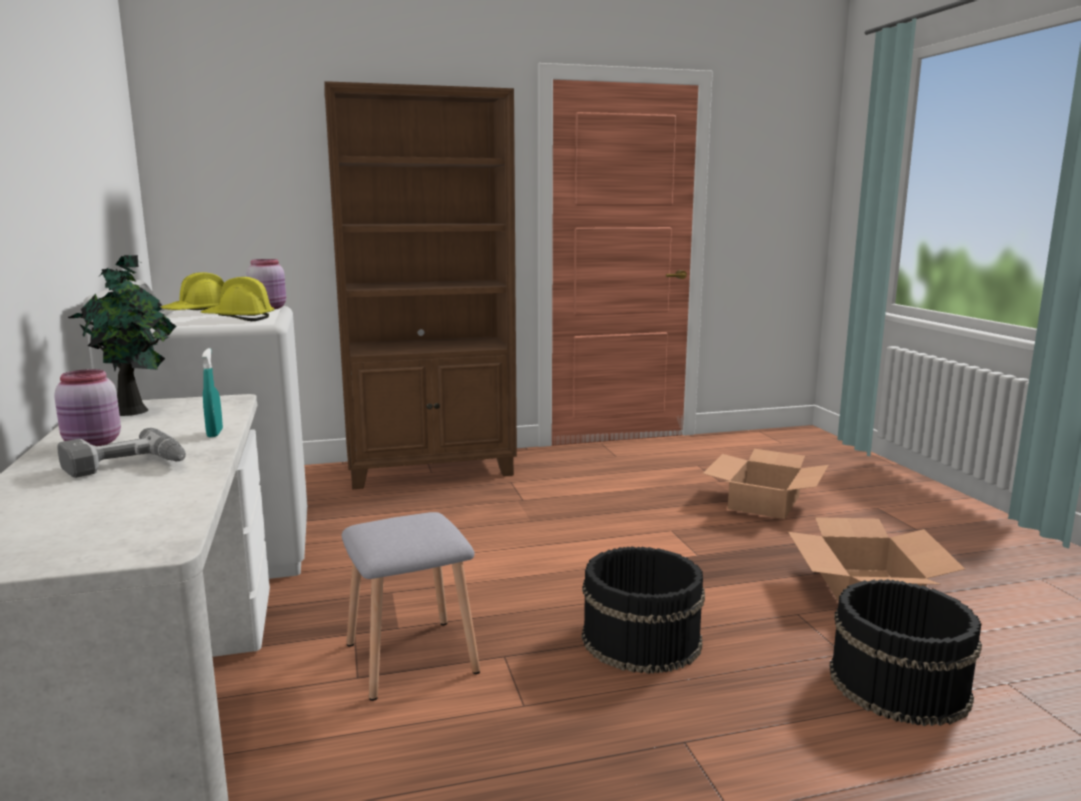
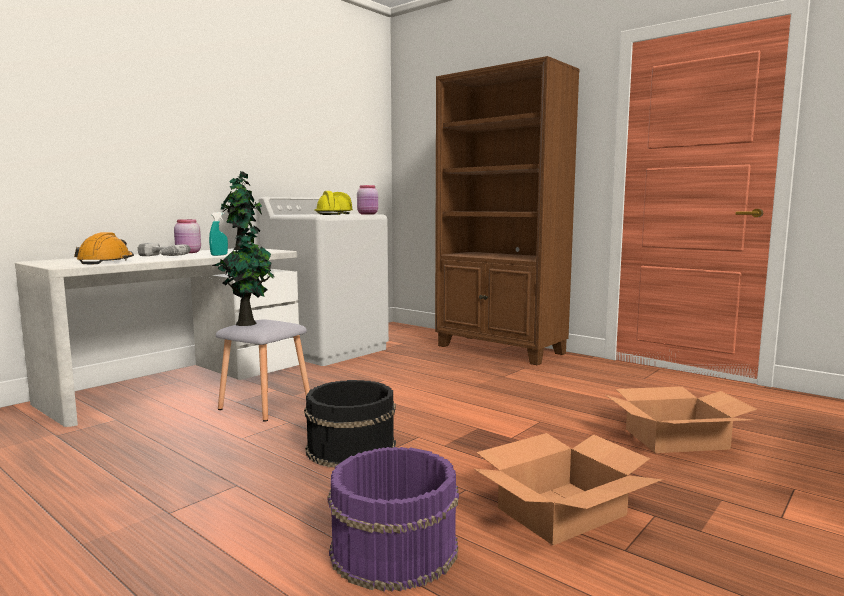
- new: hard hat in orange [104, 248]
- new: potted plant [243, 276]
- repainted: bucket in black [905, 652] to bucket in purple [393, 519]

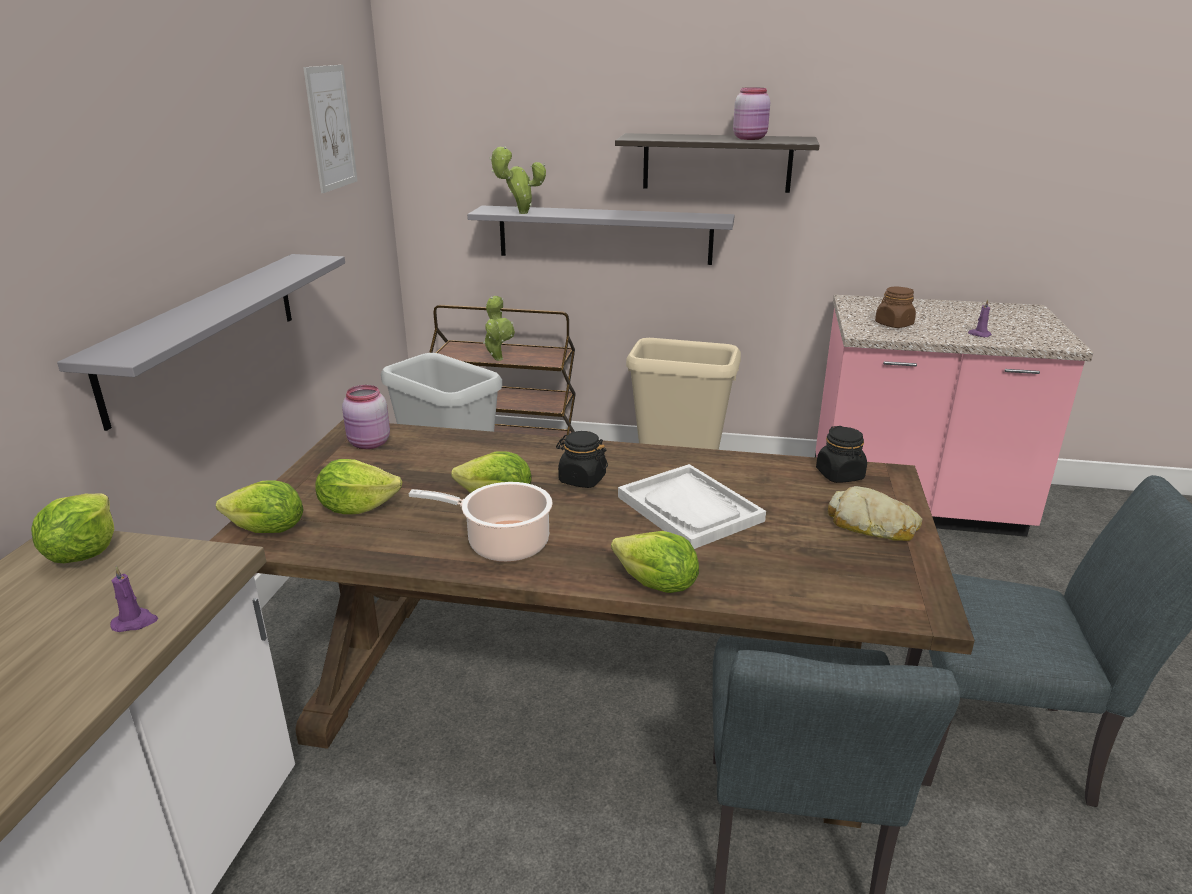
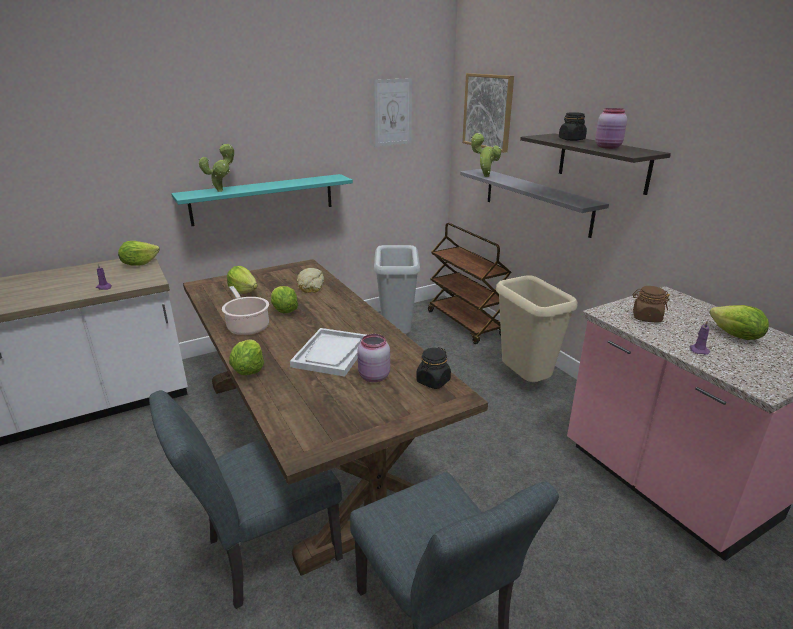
- new: picture [488, 113]
- shifted: lettuce [260, 506] to [739, 322]
- shifted: jar in pink [366, 417] to [373, 358]
- shifted: potted plant [499, 328] to [216, 167]
- shifted: jar in black [582, 459] to [573, 126]
- shifted: bread [875, 513] to [310, 280]
- repainted: shelf in grey [201, 342] to shelf in turquoise [262, 200]

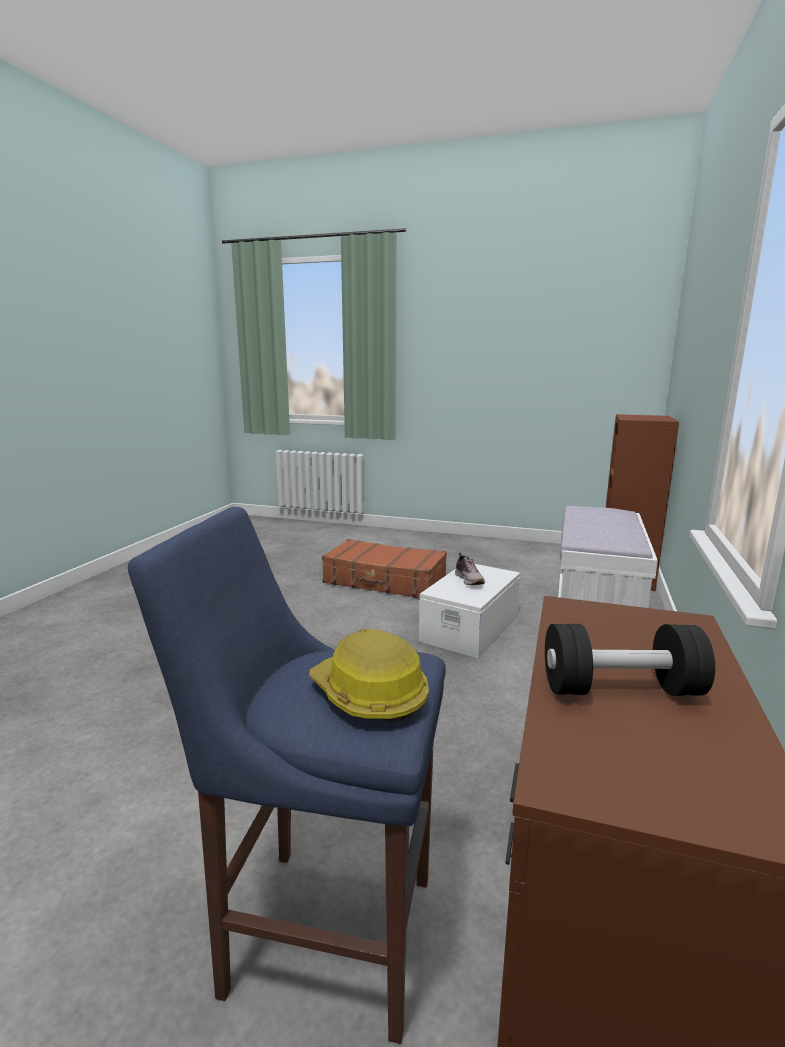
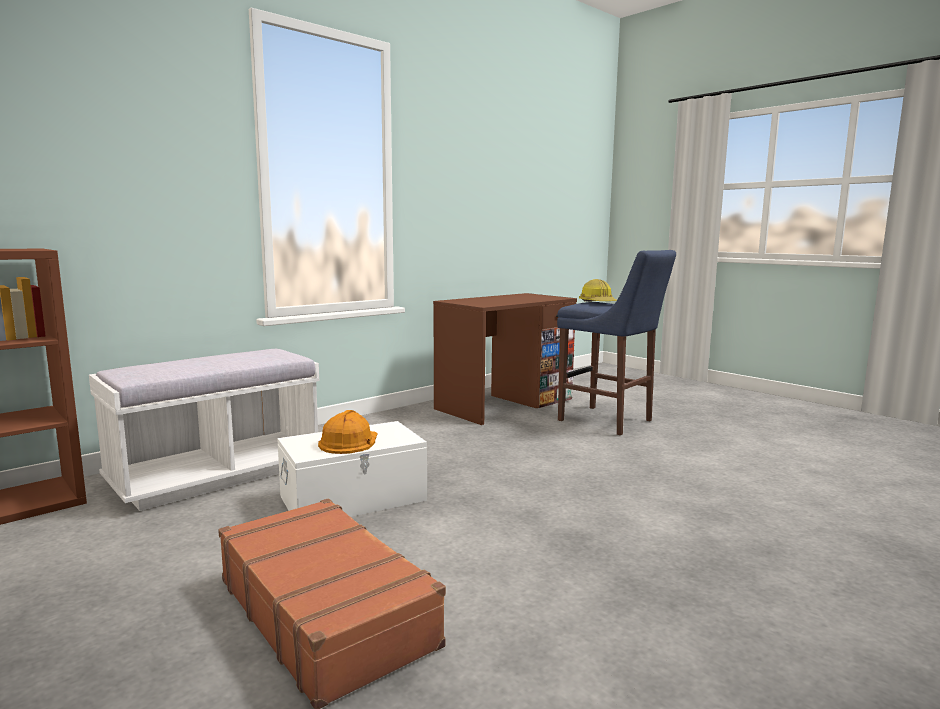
- gone: dumbbell in black [630, 660]
- swapped: shoe [470, 569] to hard hat in orange [348, 432]

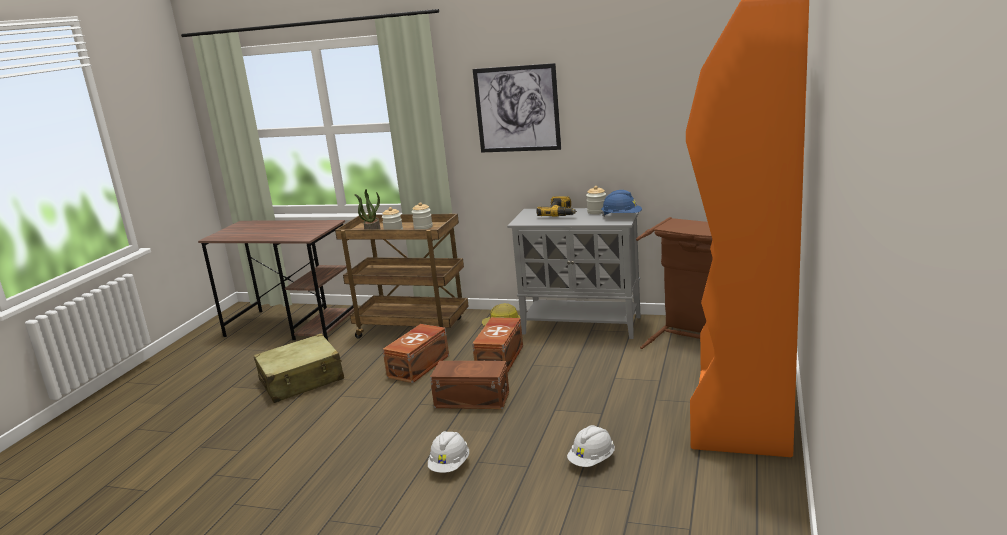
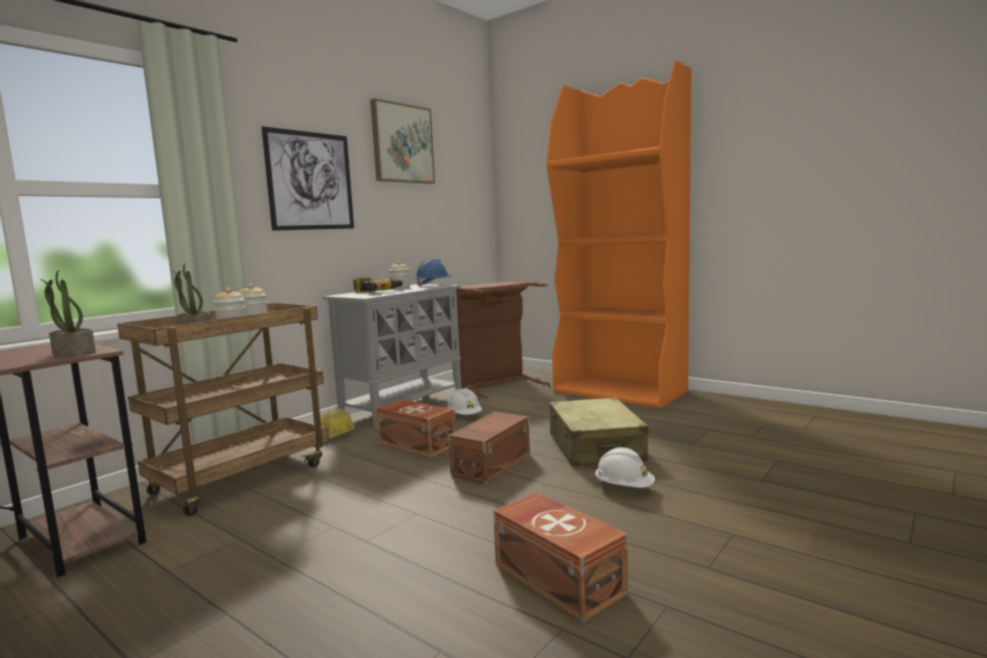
- new: potted plant [68, 313]
- new: picture [402, 141]
- shifted: suitcase in beige [299, 368] to [599, 432]
- shifted: storage box in brown [415, 353] to [560, 557]
- shifted: hard hat in white [591, 446] to [465, 401]

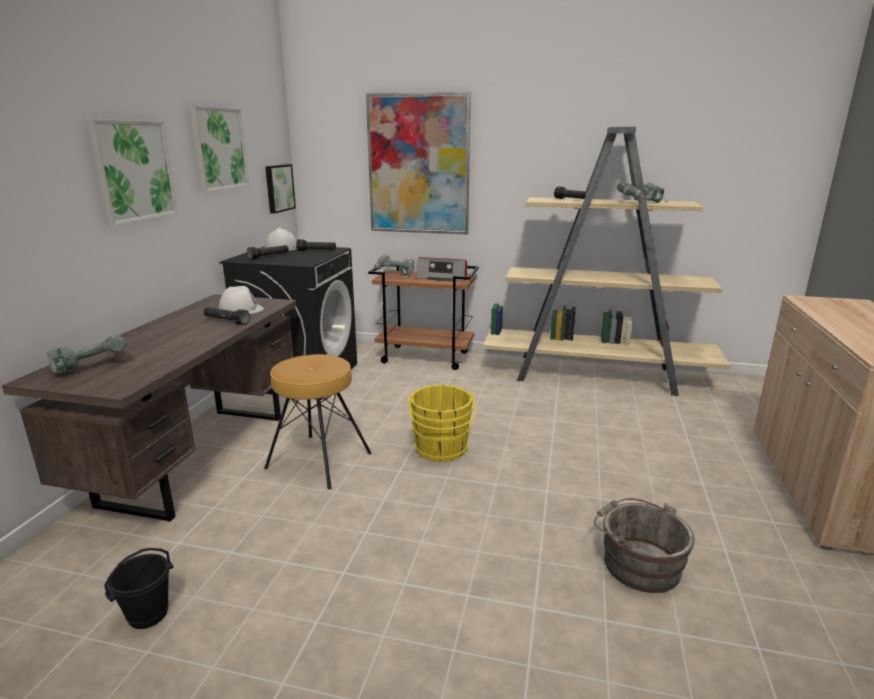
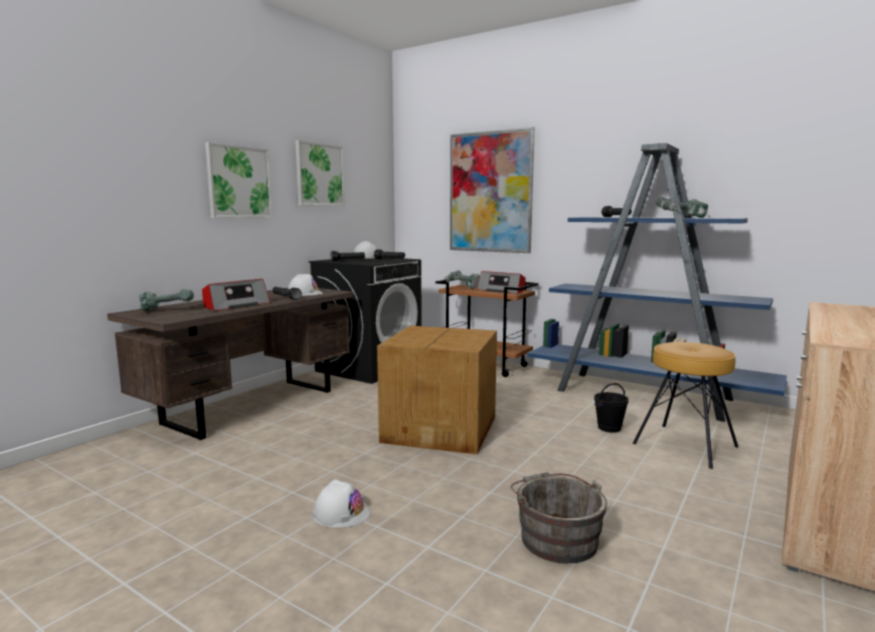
- gone: picture [280, 188]
- new: radio [236, 295]
- new: hard hat in white [341, 503]
- shifted: bucket in black [138, 588] to [611, 408]
- shifted: stool in brown [318, 421] to [685, 405]
- swapped: bucket in yellow [442, 423] to cardboard box [437, 390]
- repainted: bookcase in beige [606, 261] to bookcase in blue [657, 282]

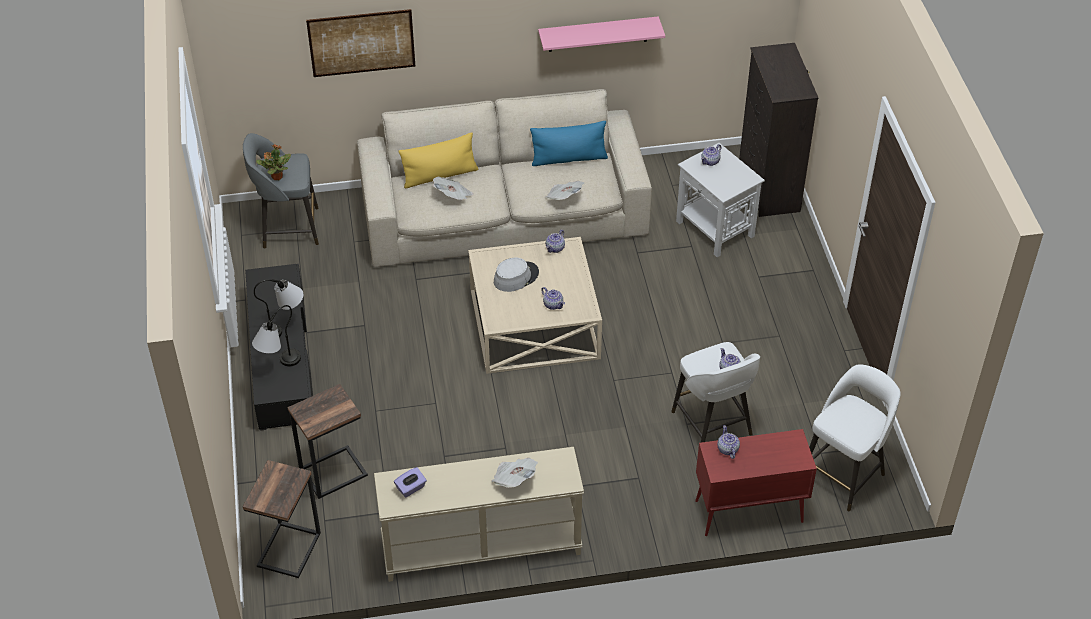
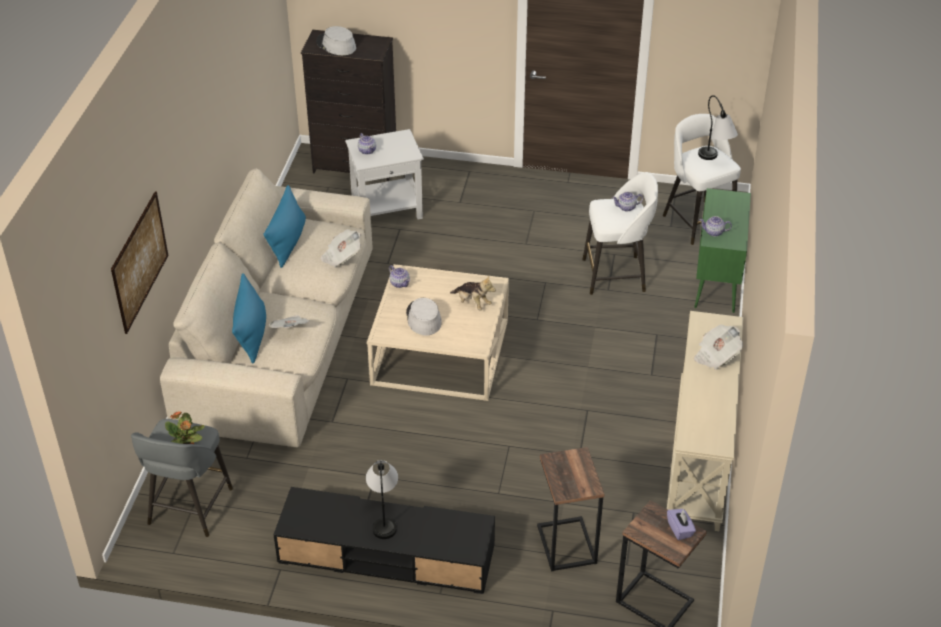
- gone: shelf in pink [601, 34]
- new: hat in grey [336, 40]
- shifted: table lamp [276, 335] to [718, 127]
- shifted: tissue box in purple [410, 482] to [681, 524]
- swapped: teapot [553, 298] to plush toy [473, 293]
- repainted: pillow in yellow [438, 160] to pillow in blue [249, 318]
- repainted: cabinet in red [756, 482] to cabinet in green [722, 250]

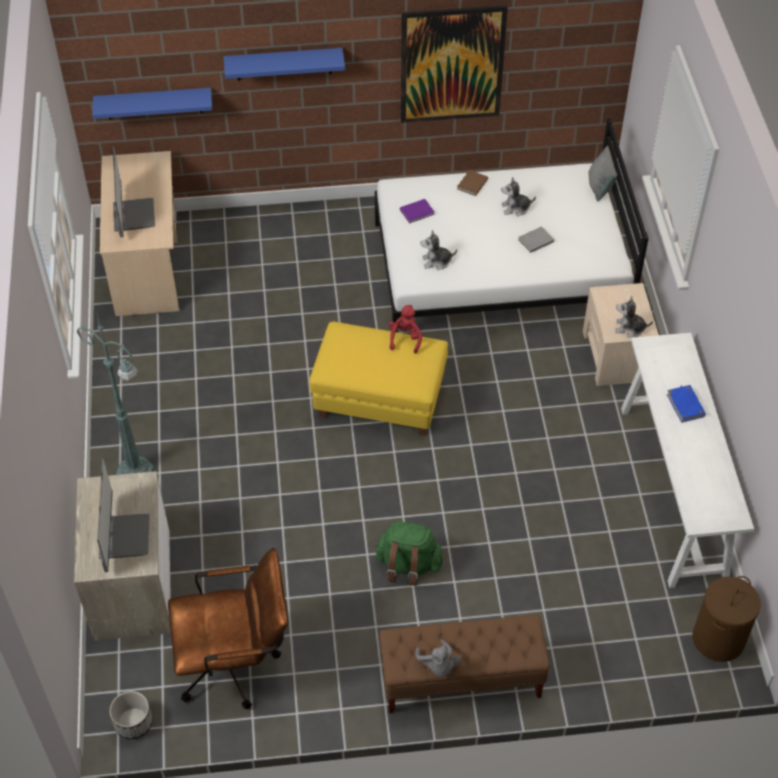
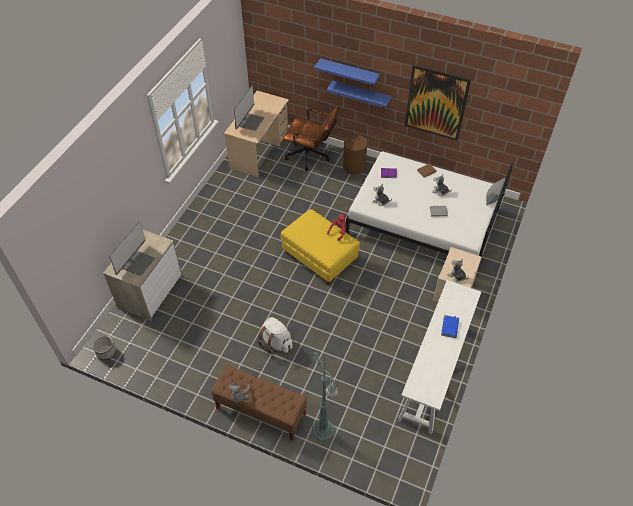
- shifted: floor lamp in green [115, 392] to [325, 396]
- shifted: shelf in blue [152, 103] to [359, 94]
- shifted: office chair in brown [228, 628] to [311, 138]
- shifted: laundry basket in brown [727, 619] to [356, 155]
- repainted: backpack in green [409, 553] to backpack in white [275, 336]

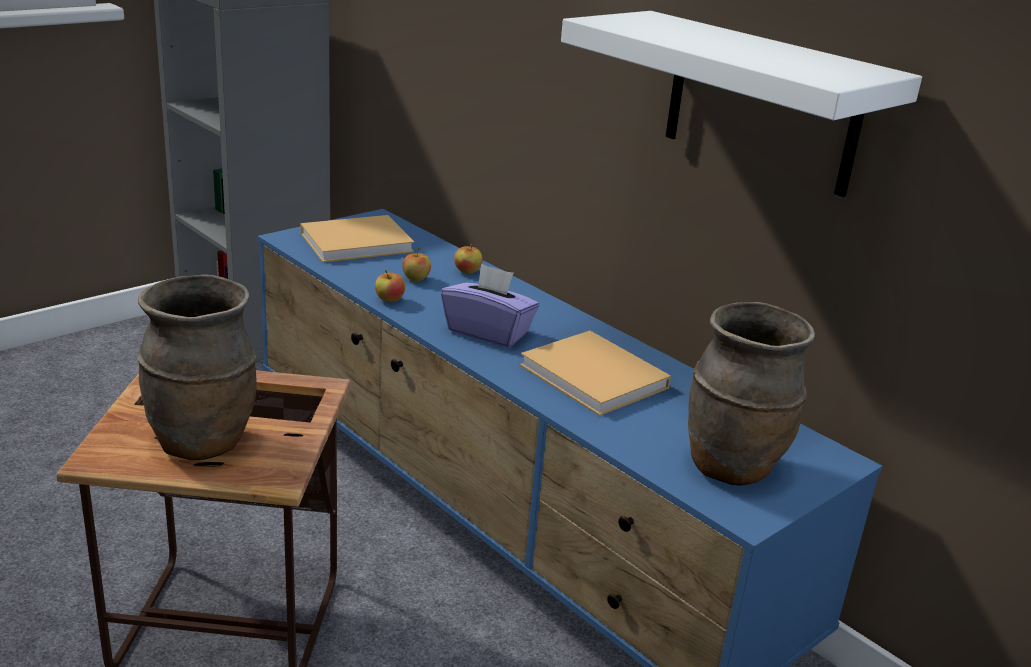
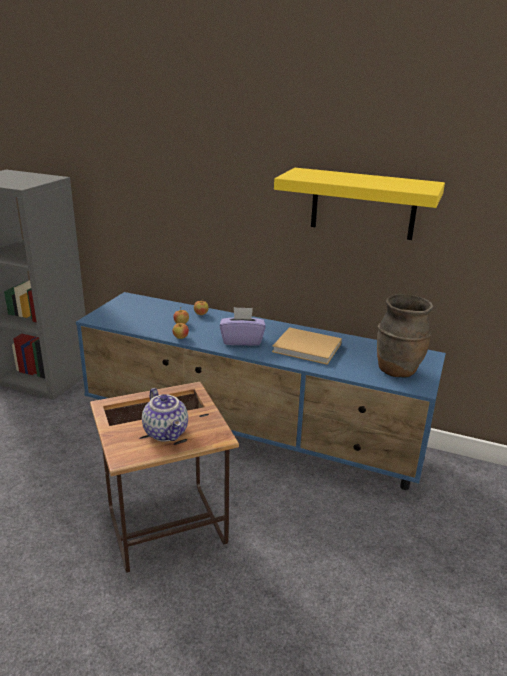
- gone: book in beige [357, 238]
- swapped: vase in brown [196, 367] to teapot [165, 415]
- repainted: shelf in white [741, 104] to shelf in yellow [359, 204]

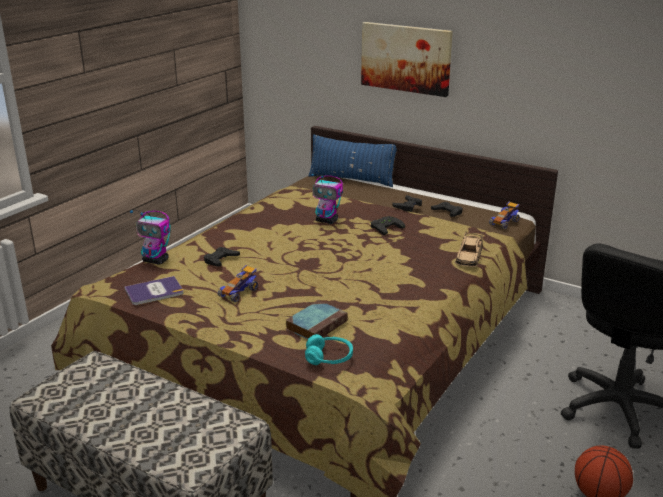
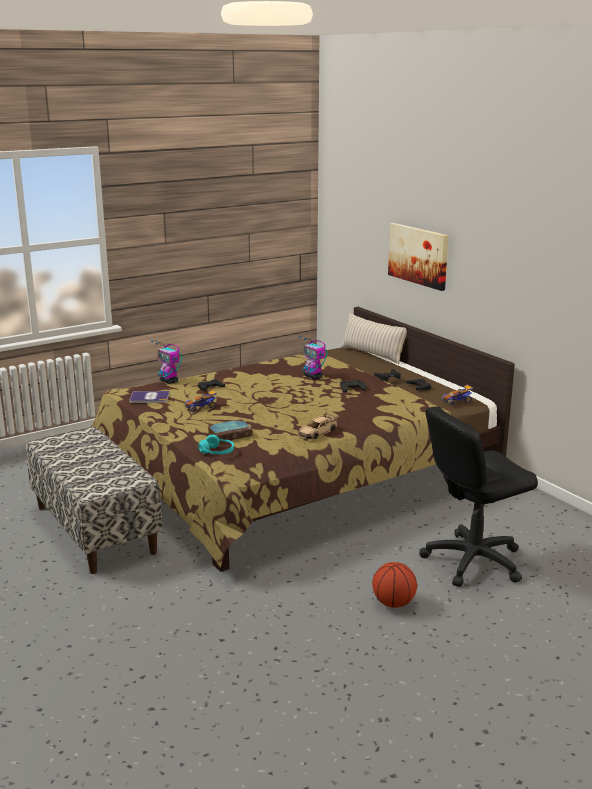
- shifted: toy car in beige [469, 249] to [318, 426]
- repainted: pillow in blue [352, 160] to pillow in beige [374, 338]

